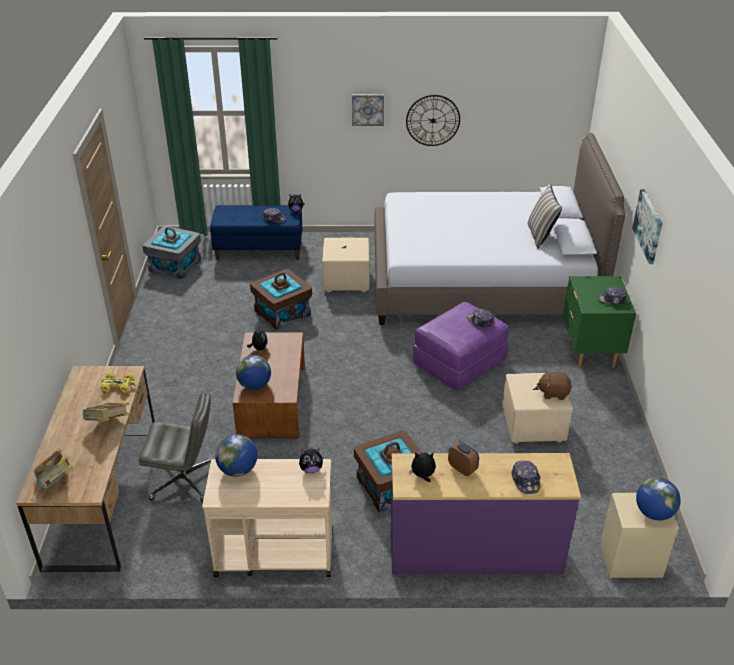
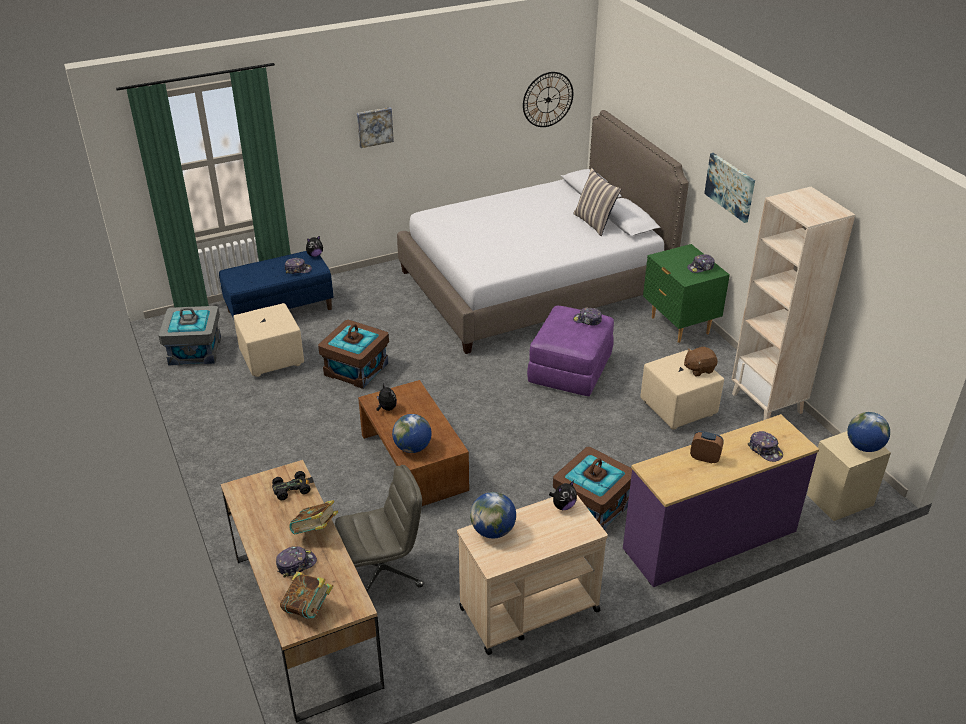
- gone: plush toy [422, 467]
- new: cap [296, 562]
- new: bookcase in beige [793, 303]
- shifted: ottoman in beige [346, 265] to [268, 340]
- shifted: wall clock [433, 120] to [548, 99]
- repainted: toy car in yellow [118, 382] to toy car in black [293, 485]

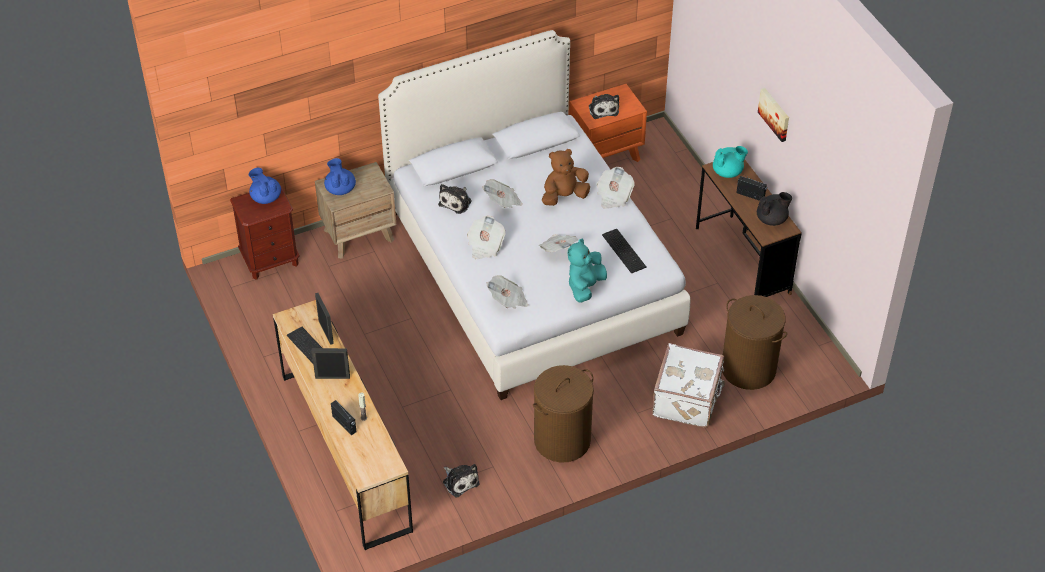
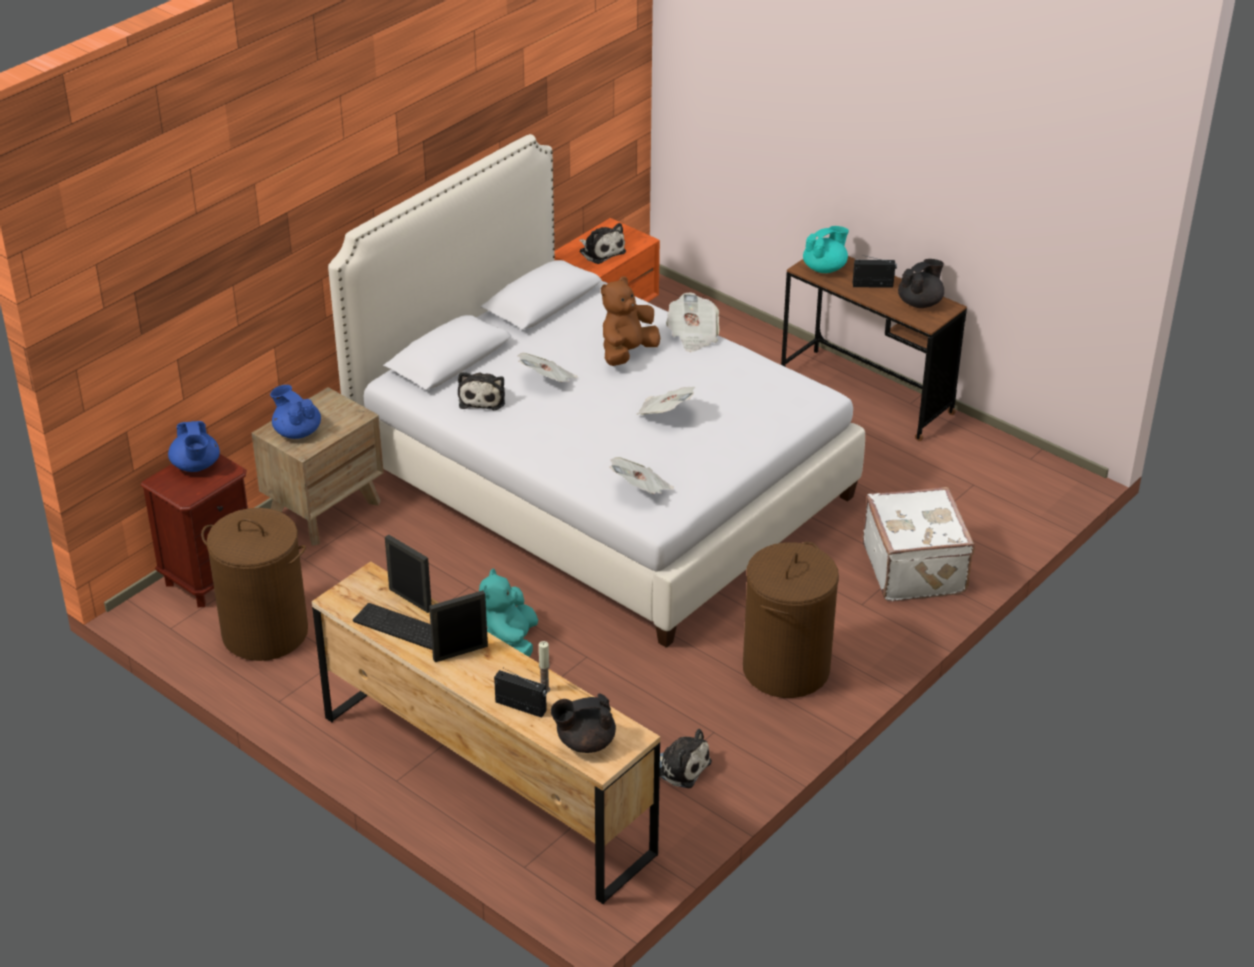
- gone: newspaper [486, 237]
- gone: keyboard [624, 251]
- gone: picture [773, 115]
- new: teapot in black [583, 723]
- shifted: plush toy in turquoise [587, 271] to [508, 612]
- shifted: laundry basket in brown [754, 342] to [254, 584]
- rotated: teapot in blue [265, 186] = [194, 446] 135 degrees counterclockwise

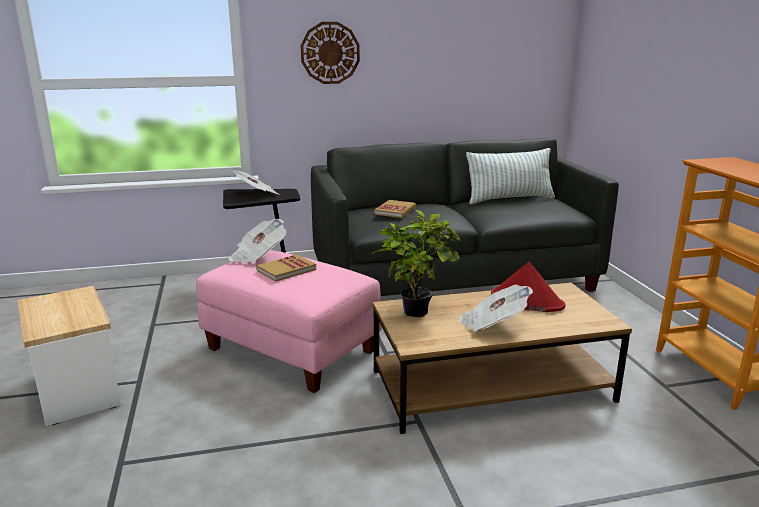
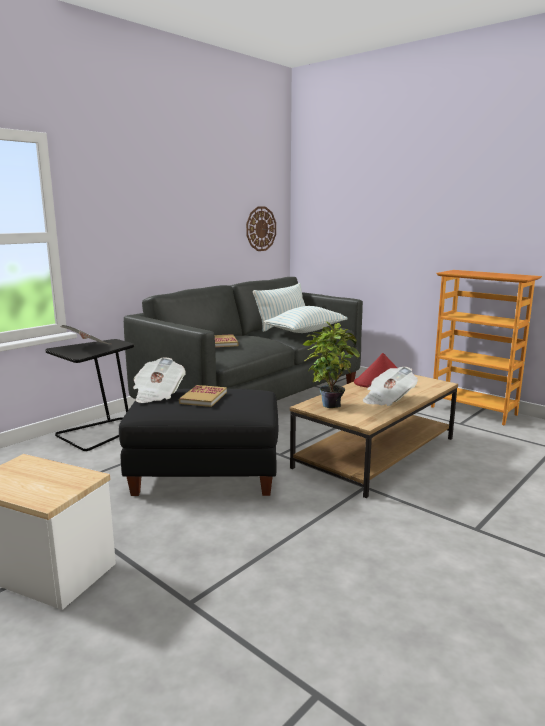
- new: pillow [305, 319]
- shifted: wall clock [330, 53] to [261, 229]
- repainted: ottoman in pink [289, 321] to ottoman in black [198, 442]

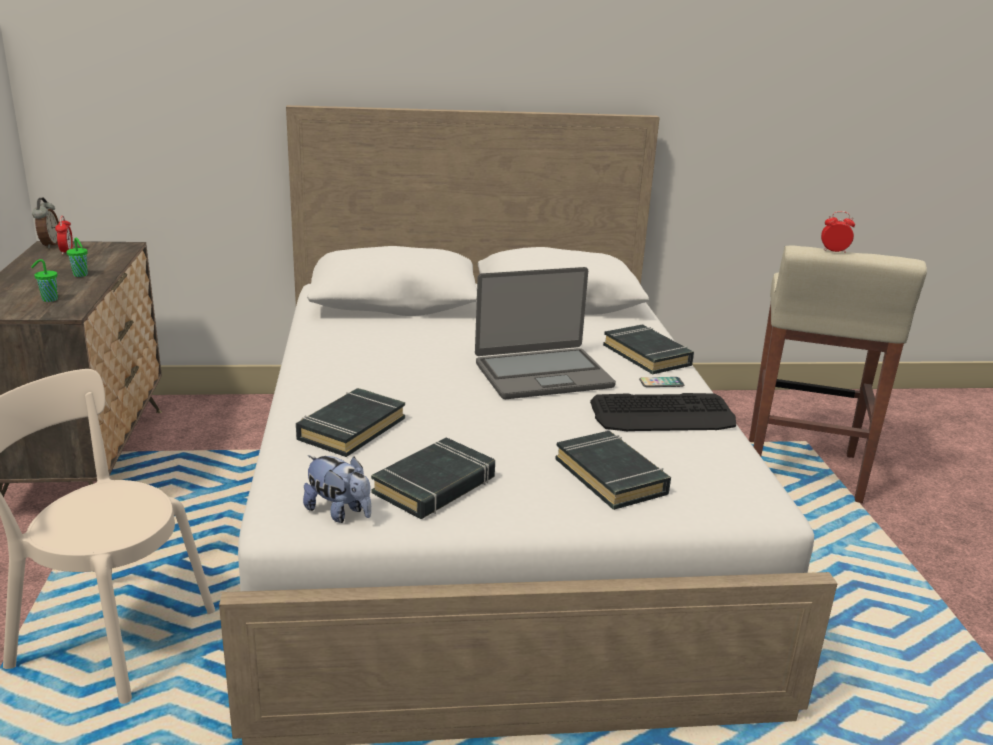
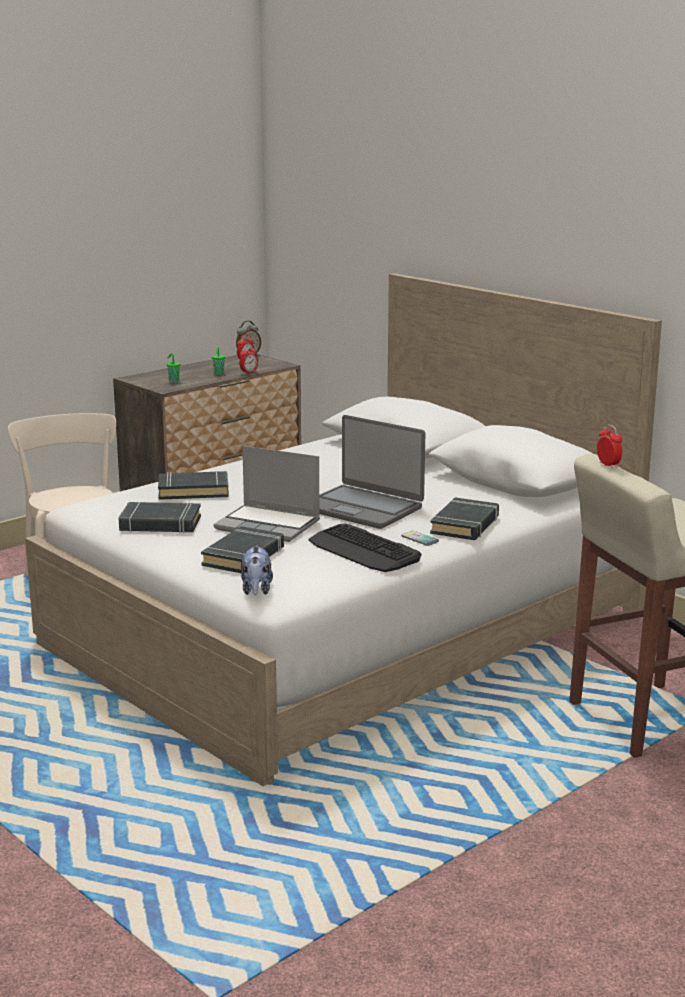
- new: laptop [267, 494]
- new: alarm clock [248, 359]
- shifted: plush toy [337, 489] to [257, 570]

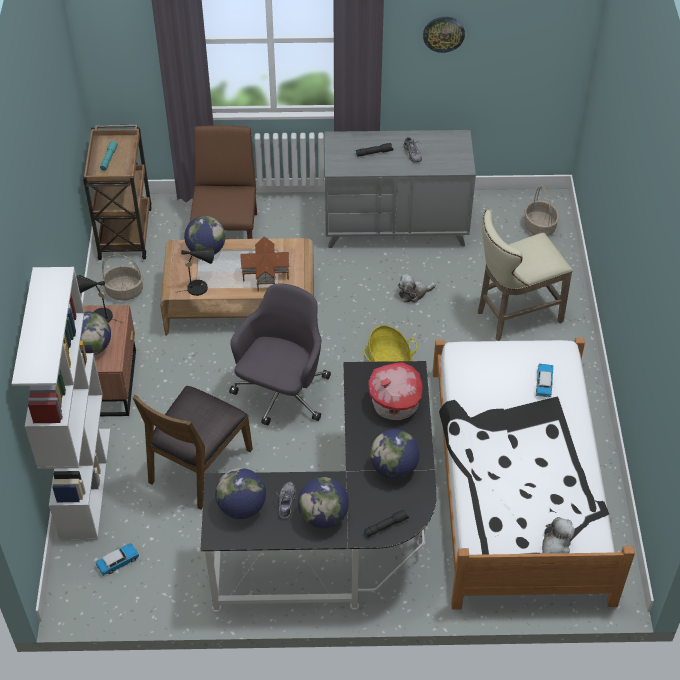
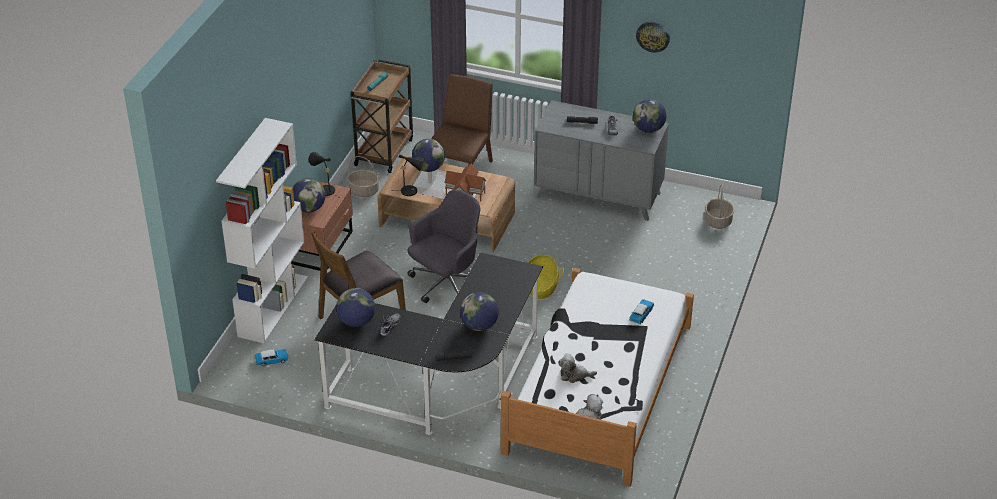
- gone: toy house [395, 391]
- gone: stool in beige [525, 275]
- shifted: globe [323, 502] to [649, 116]
- shifted: plush toy [417, 288] to [577, 368]

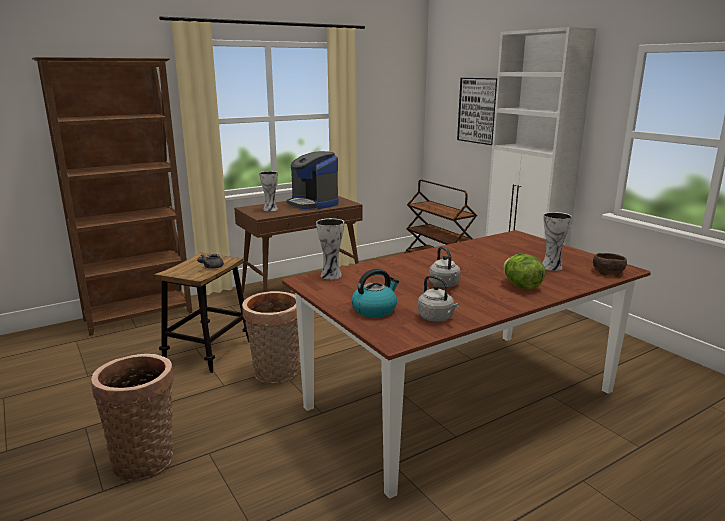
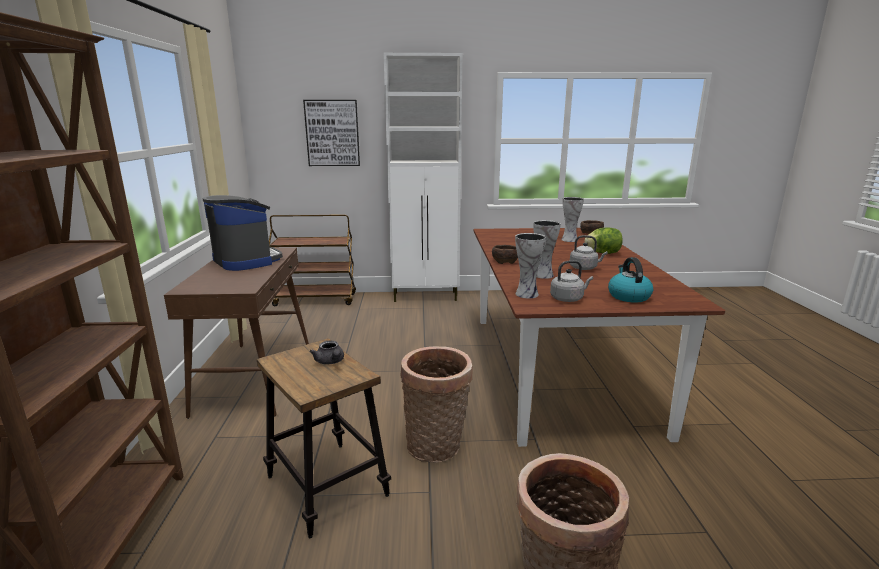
- new: bowl in brown [505, 254]
- shifted: vase [268, 191] to [547, 249]
- shifted: kettle in grey [438, 298] to [571, 281]
- rotated: coffee machine [312, 180] = [243, 233] 120 degrees counterclockwise

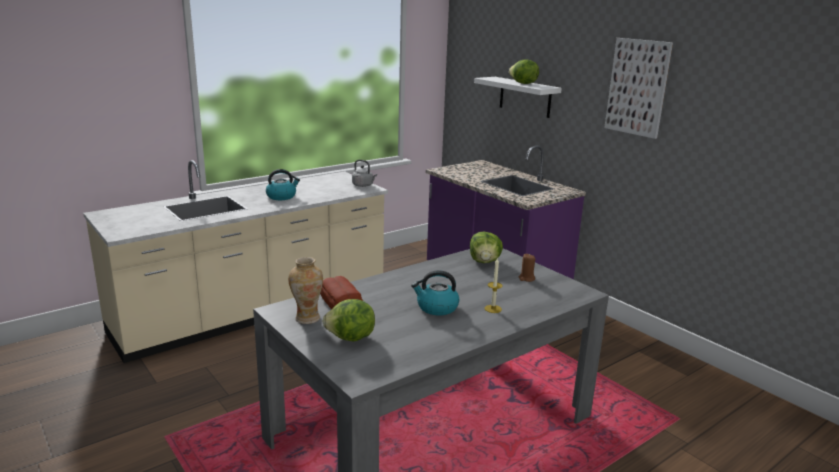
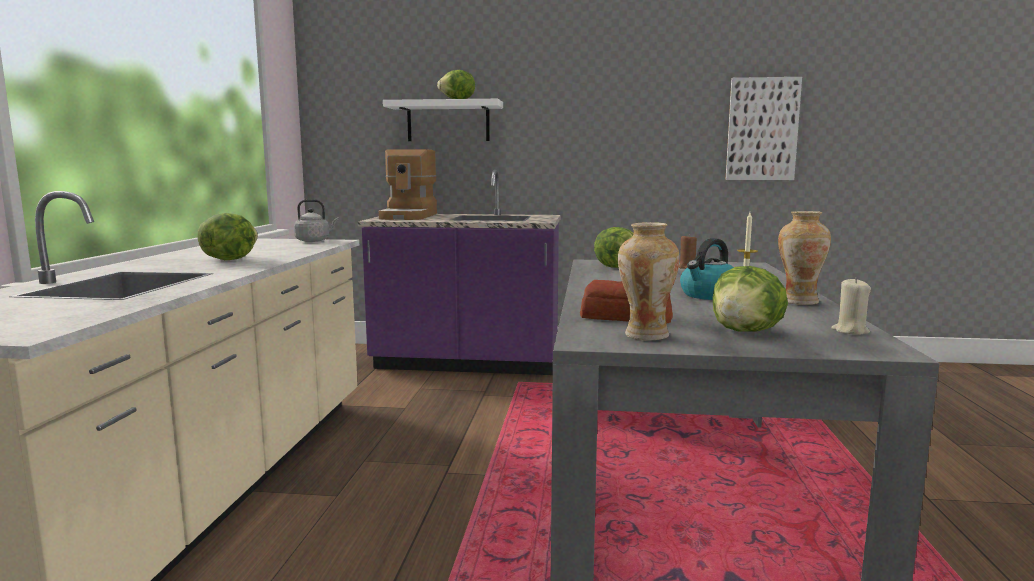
- new: coffee machine [408, 184]
- new: vase [804, 258]
- new: candle in beige [851, 306]
- shifted: picture [638, 88] to [763, 128]
- swapped: kettle [283, 184] to lettuce [227, 236]

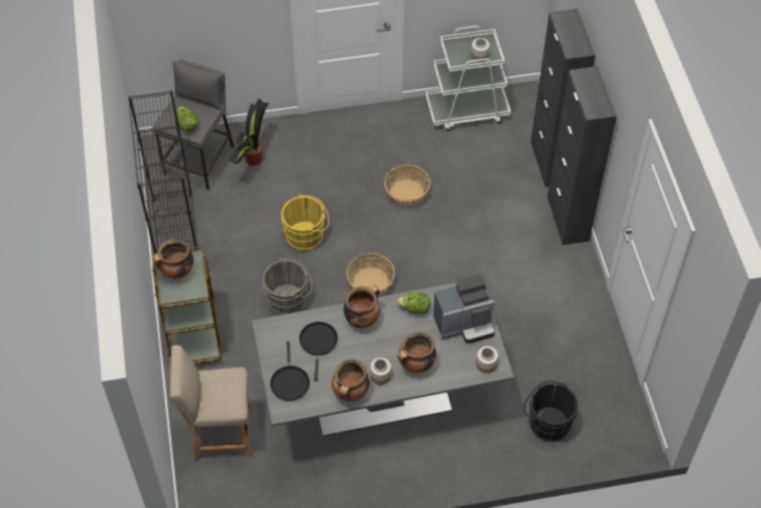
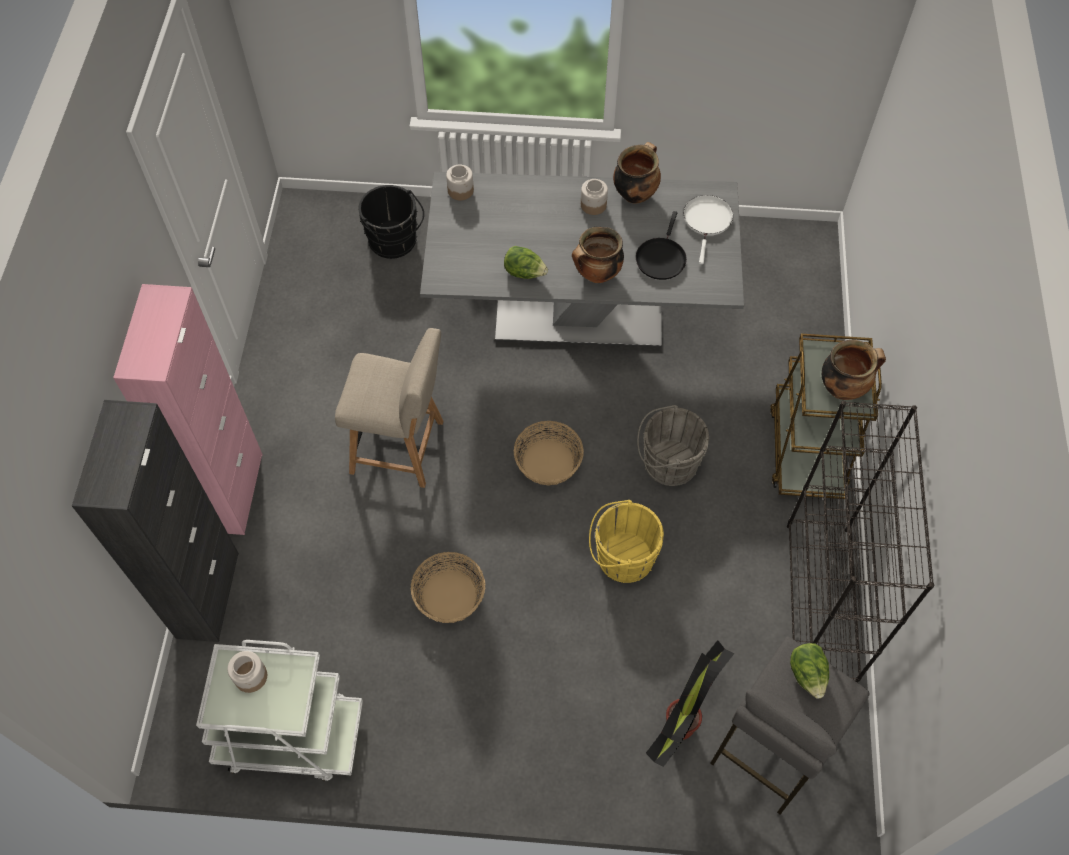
- gone: cooking pot [416, 352]
- gone: coffee machine [464, 308]
- shifted: chair in beige [211, 403] to [389, 408]
- repainted: frying pan in black [290, 371] to frying pan in white [708, 229]
- repainted: cabinet in black [582, 155] to cabinet in pink [188, 409]

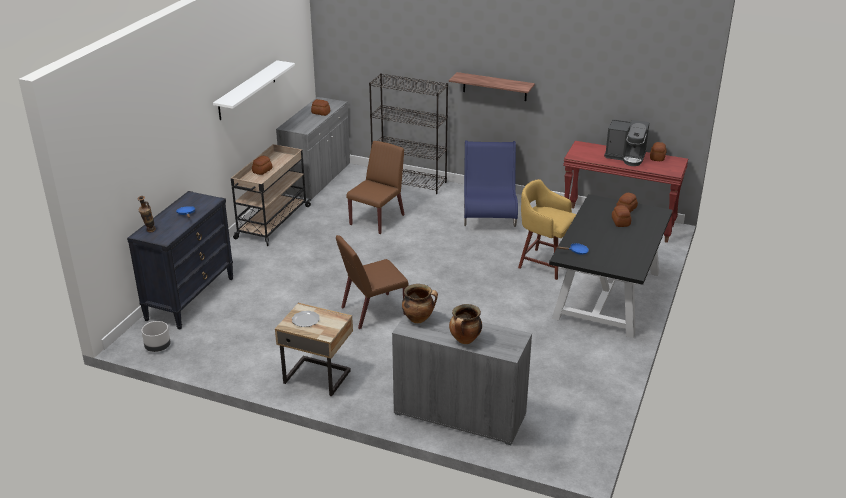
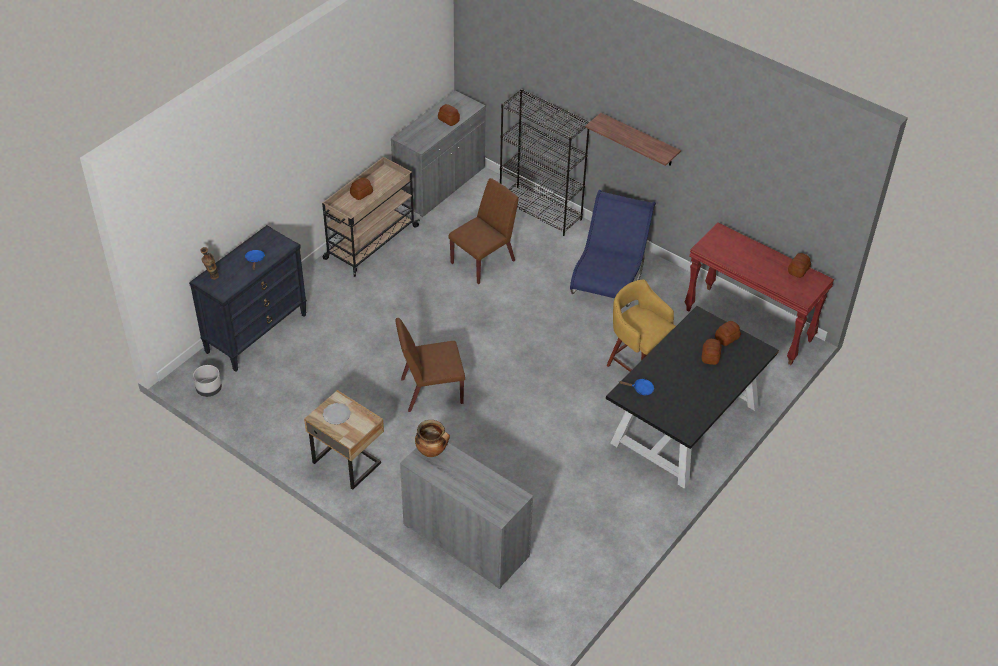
- gone: shelf in white [254, 90]
- gone: cooking pot [465, 324]
- gone: coffee machine [627, 142]

